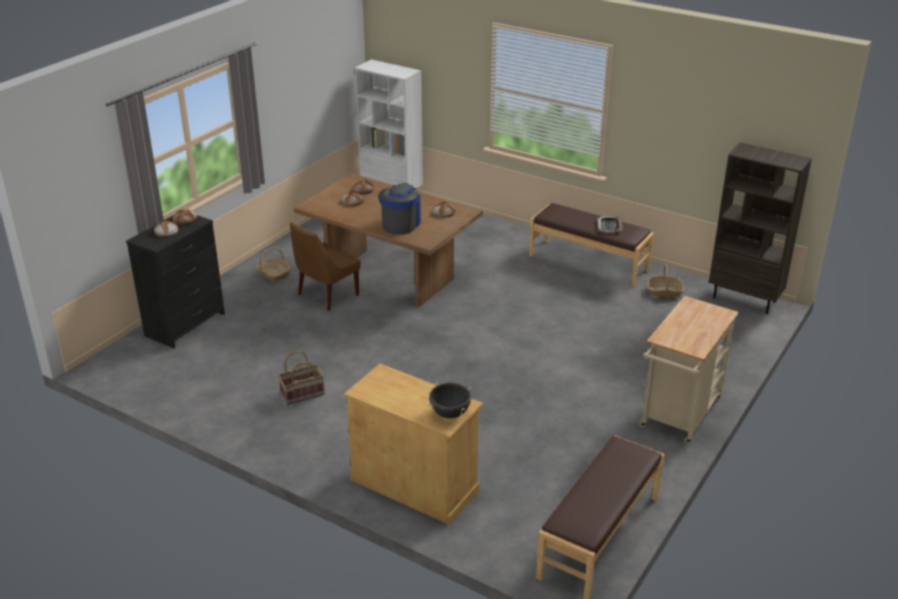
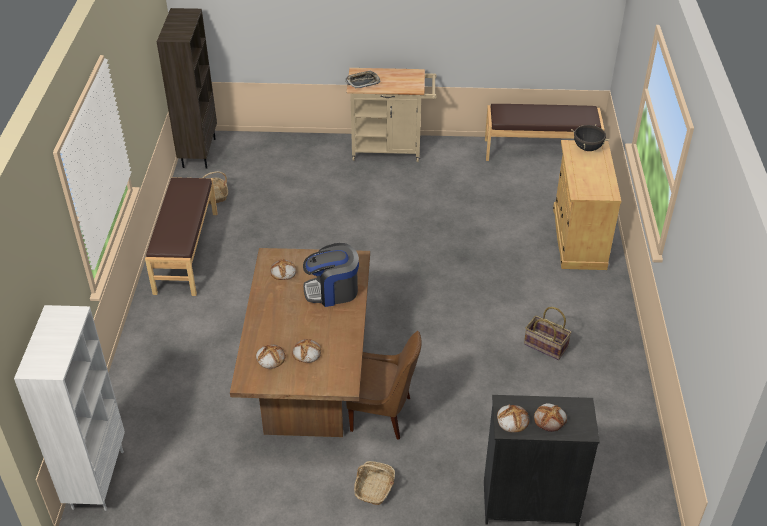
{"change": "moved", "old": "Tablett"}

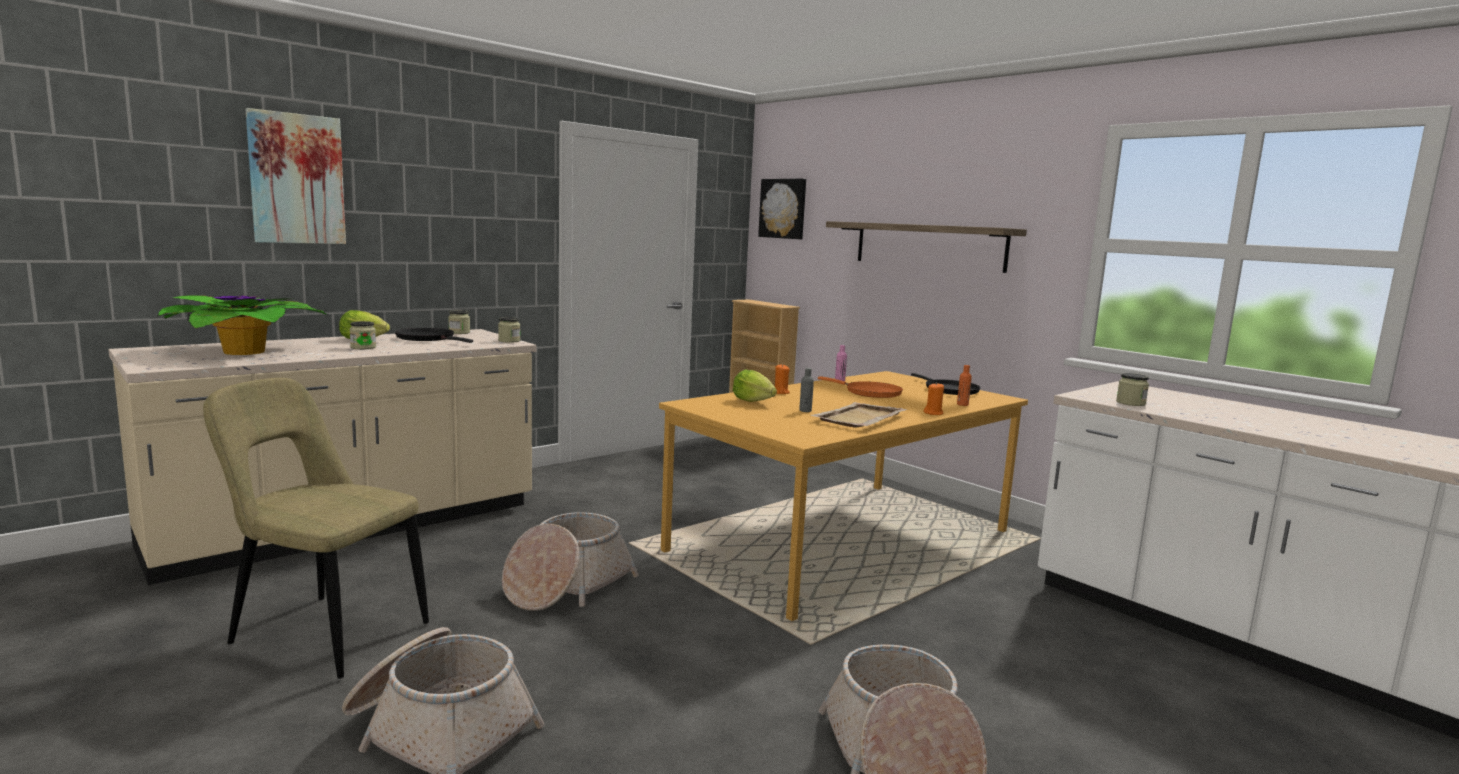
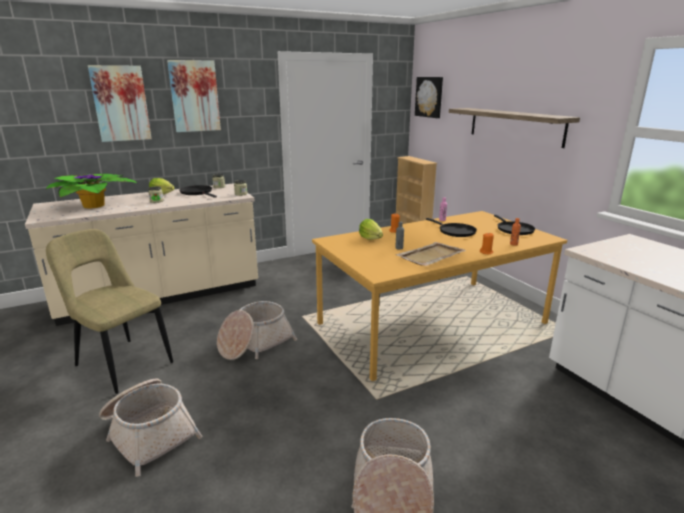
{"change": "removed", "old": "Vorratsglas (4th from left)"}
{"change": "recoloured", "old": "Pfanne/orange", "new": "Pfanne/schwarz (2nd from left)"}
{"change": "added", "new": "Bild (2nd from left)"}

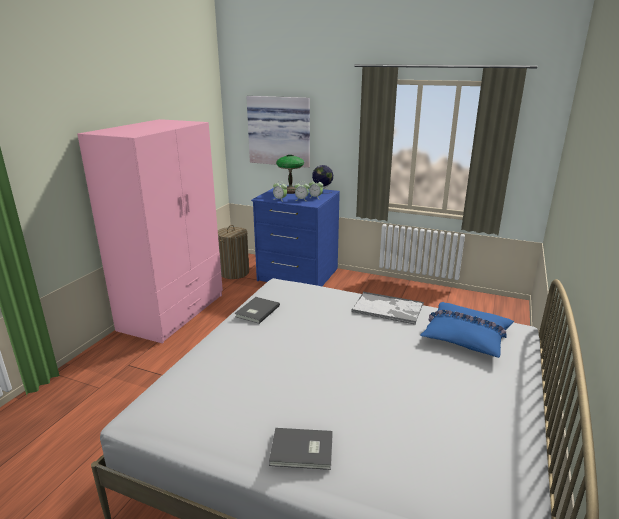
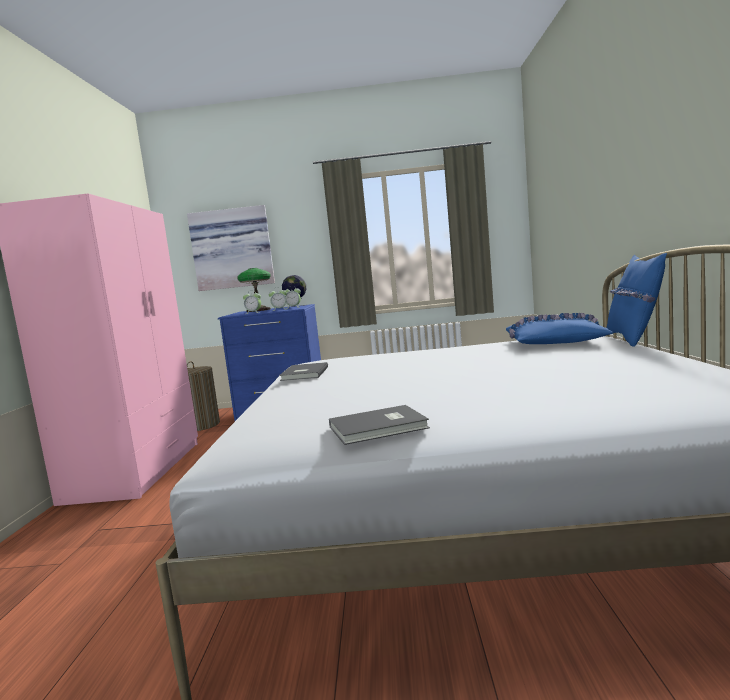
{"change": "removed", "old": "Tablett"}
{"change": "moved", "old": "Buch/grau (2nd from left)"}
{"change": "added", "new": "Kissen/blau (2nd from left)"}

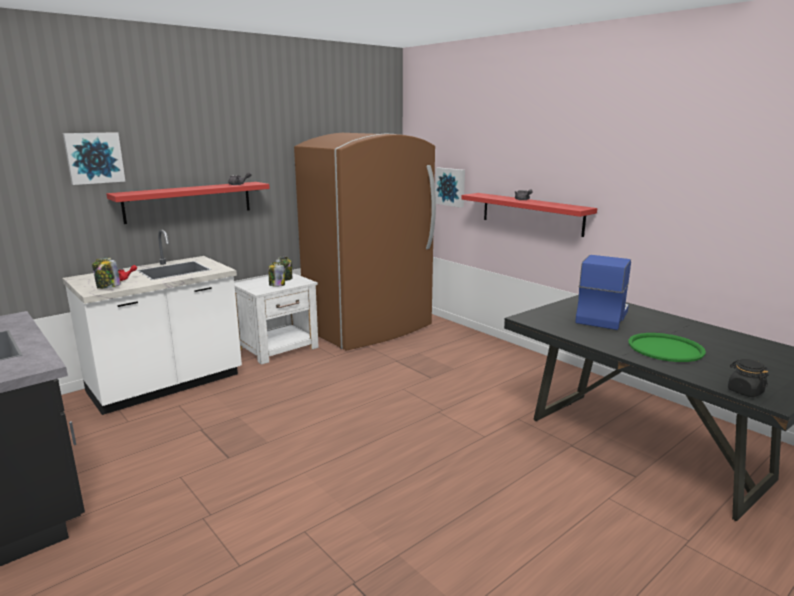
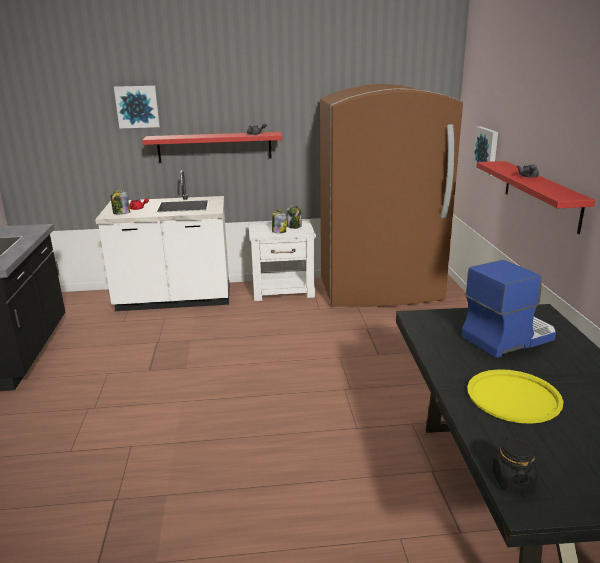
{"change": "recoloured", "old": "Tablett/grün", "new": "Tablett/gelb"}

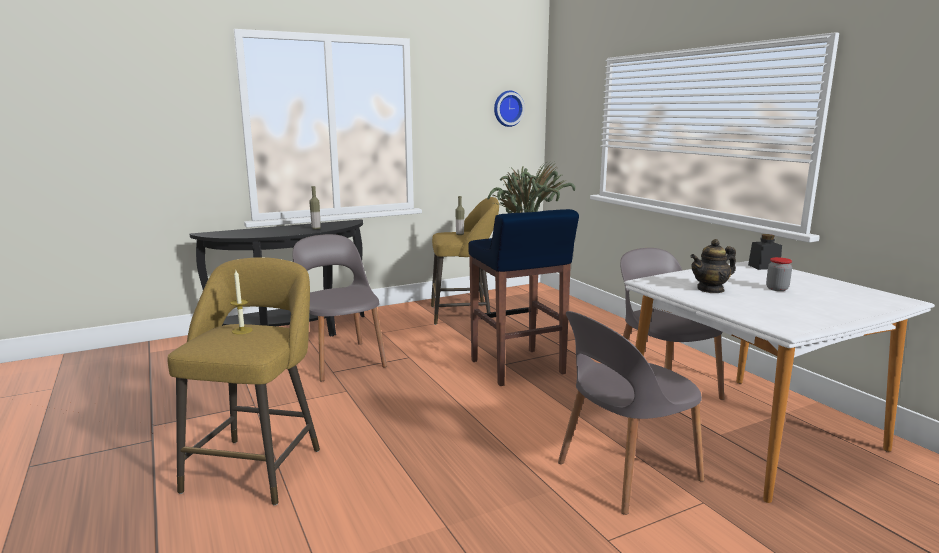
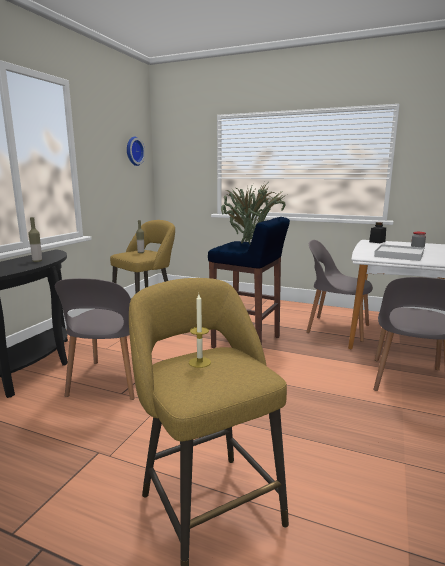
{"change": "turned", "old": "Stuhl/grau (1st from left)", "degrees": -105}
{"change": "replaced", "old": "Teekanne", "new": "Tablett/weiß"}

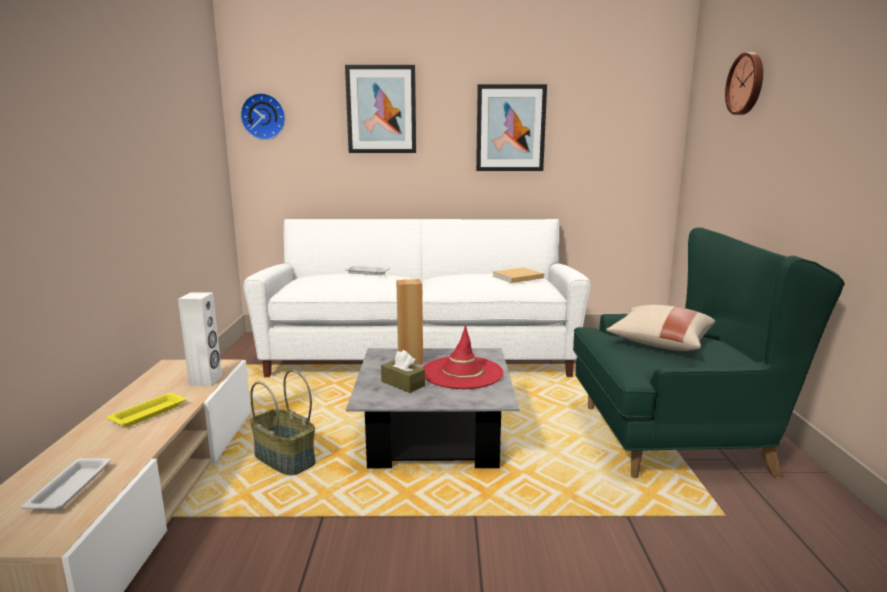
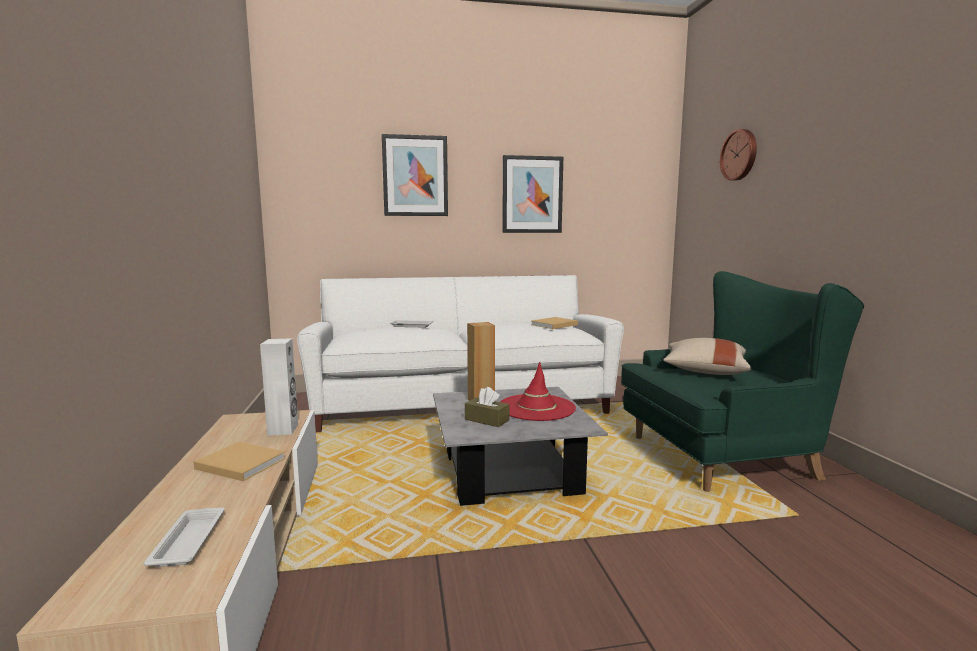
{"change": "removed", "old": "Wanduhr (1st from left)"}
{"change": "removed", "old": "Korb"}
{"change": "replaced", "old": "Tablett/gelb", "new": "Buch/beige (1st from left)"}

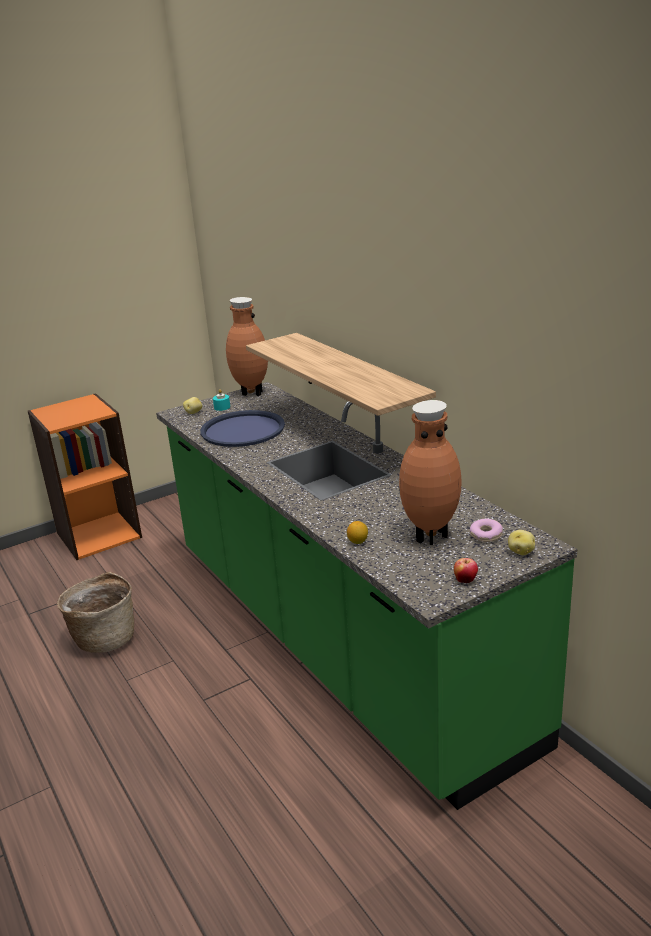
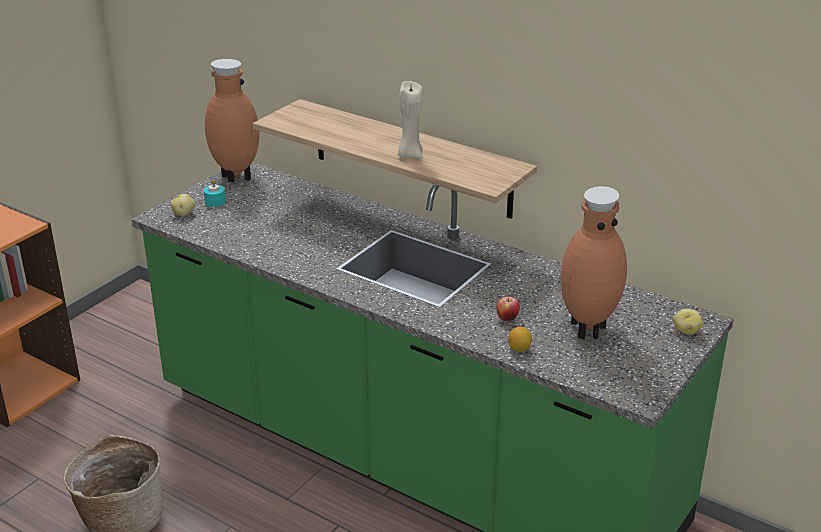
{"change": "removed", "old": "Tablett/blau"}
{"change": "removed", "old": "Donut"}
{"change": "moved", "old": "Apfel"}
{"change": "added", "new": "Kerze/beige"}

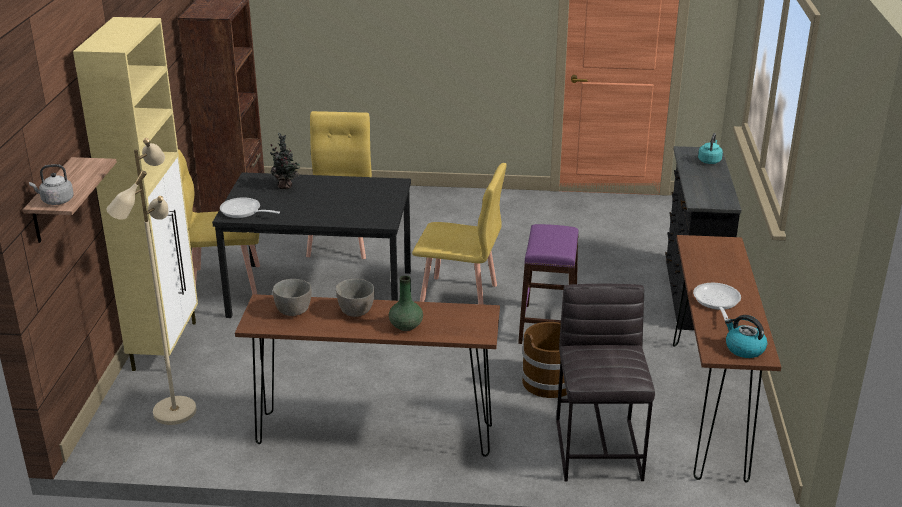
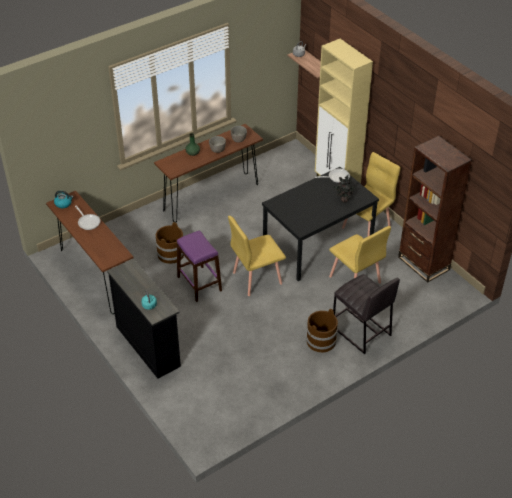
{"change": "removed", "old": "Stehlampe/beige"}
{"change": "moved", "old": "Hocker/grau"}
{"change": "added", "new": "Eimer/braun (2nd from left)"}

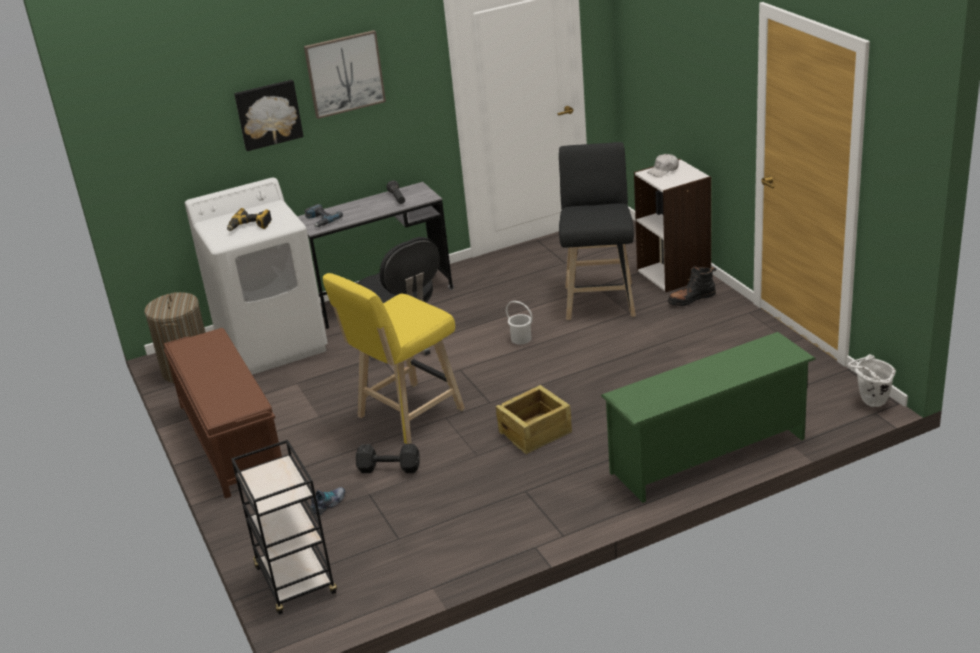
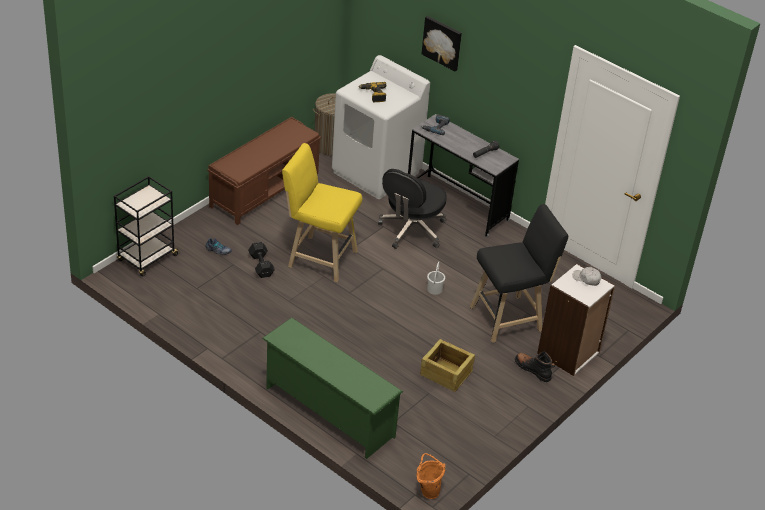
{"change": "removed", "old": "Bild (2nd from left)"}
{"change": "recoloured", "old": "Eimer/weiß (2nd from left)", "new": "Eimer/orange"}
{"change": "moved", "old": "Kiste"}

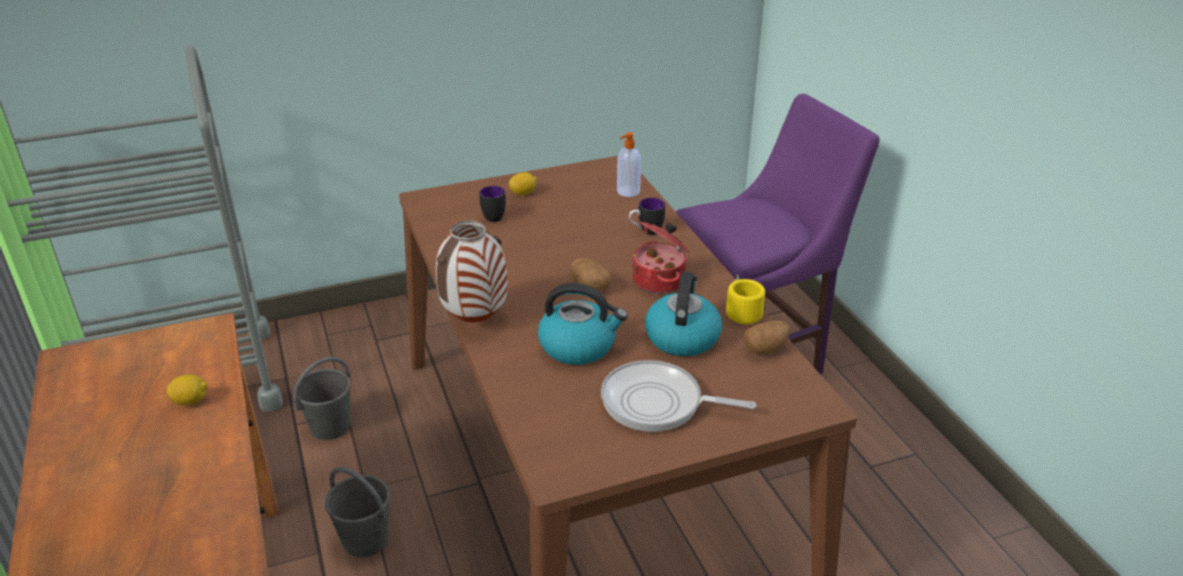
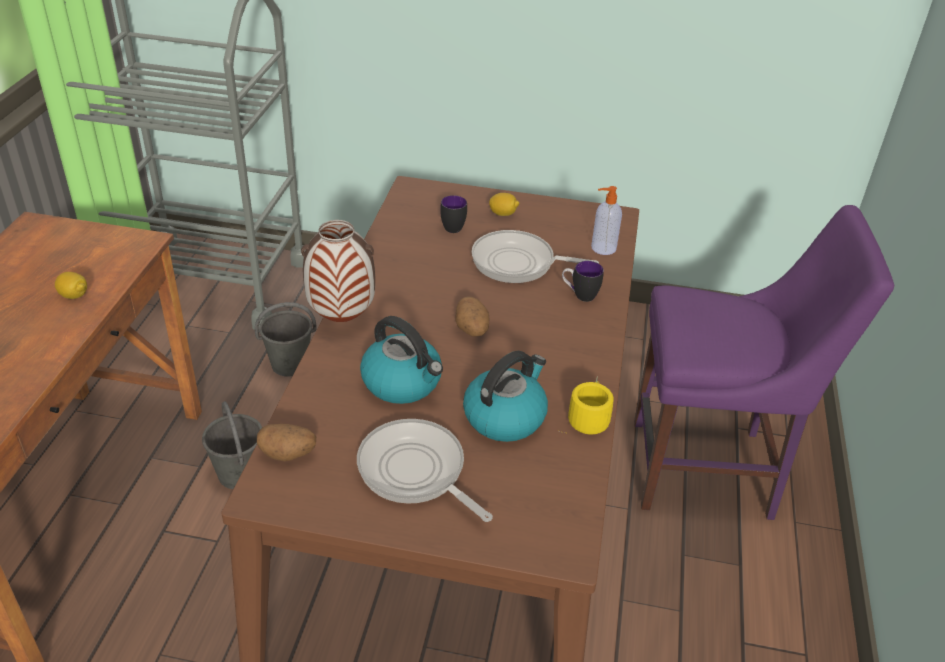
{"change": "removed", "old": "Kochtopf"}
{"change": "moved", "old": "Kartoffel (2nd from left in the first image)", "new": "Kartoffel (1st from left)"}
{"change": "added", "new": "Pfanne (2nd from left)"}

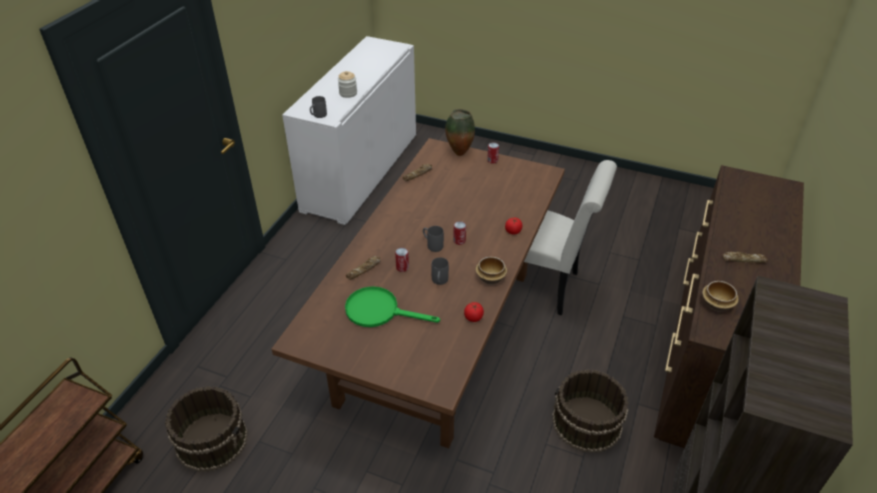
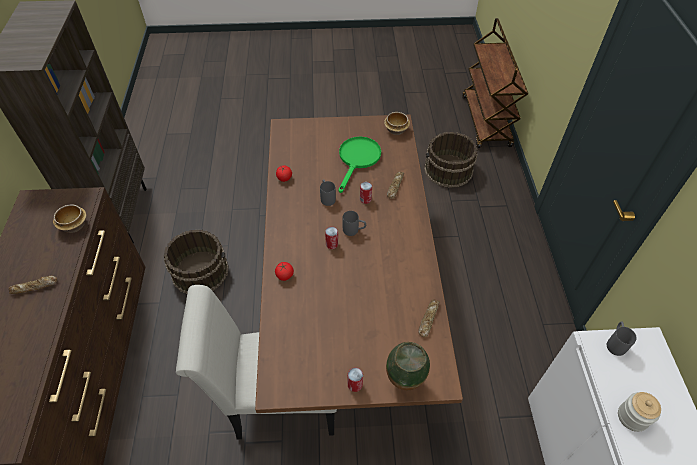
{"change": "moved", "old": "Schüssel (1st from left in the first image)", "new": "Schüssel (2nd from left)"}
{"change": "turned", "old": "Pfanne/grün", "degrees": -60}

